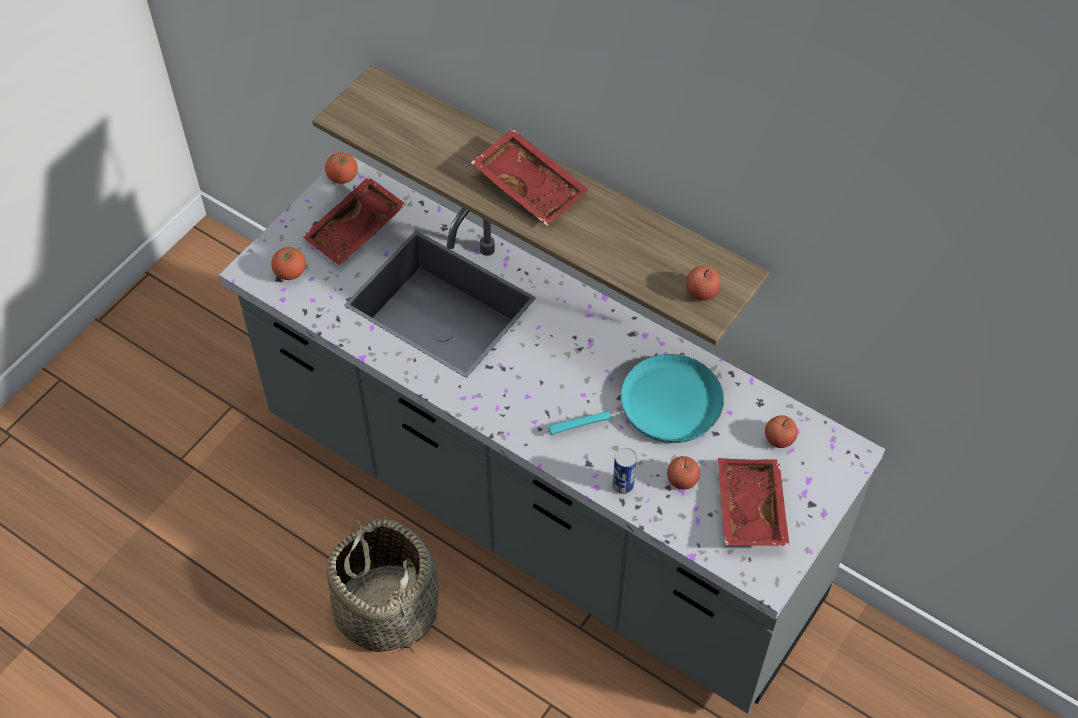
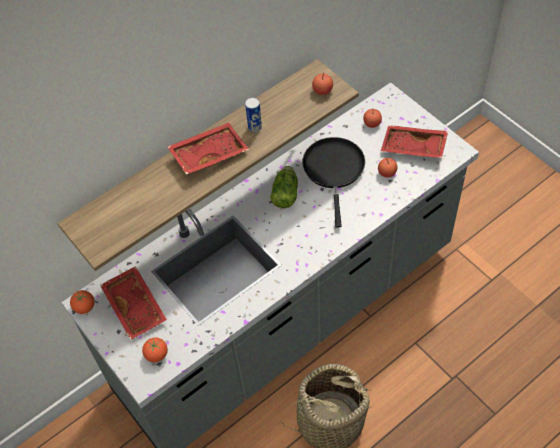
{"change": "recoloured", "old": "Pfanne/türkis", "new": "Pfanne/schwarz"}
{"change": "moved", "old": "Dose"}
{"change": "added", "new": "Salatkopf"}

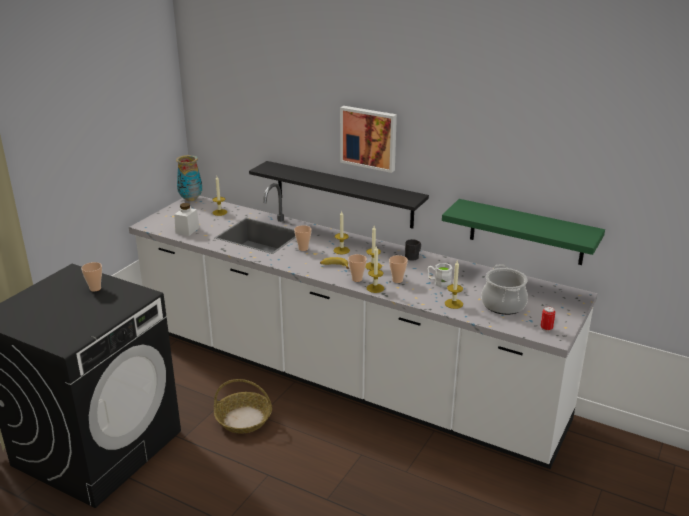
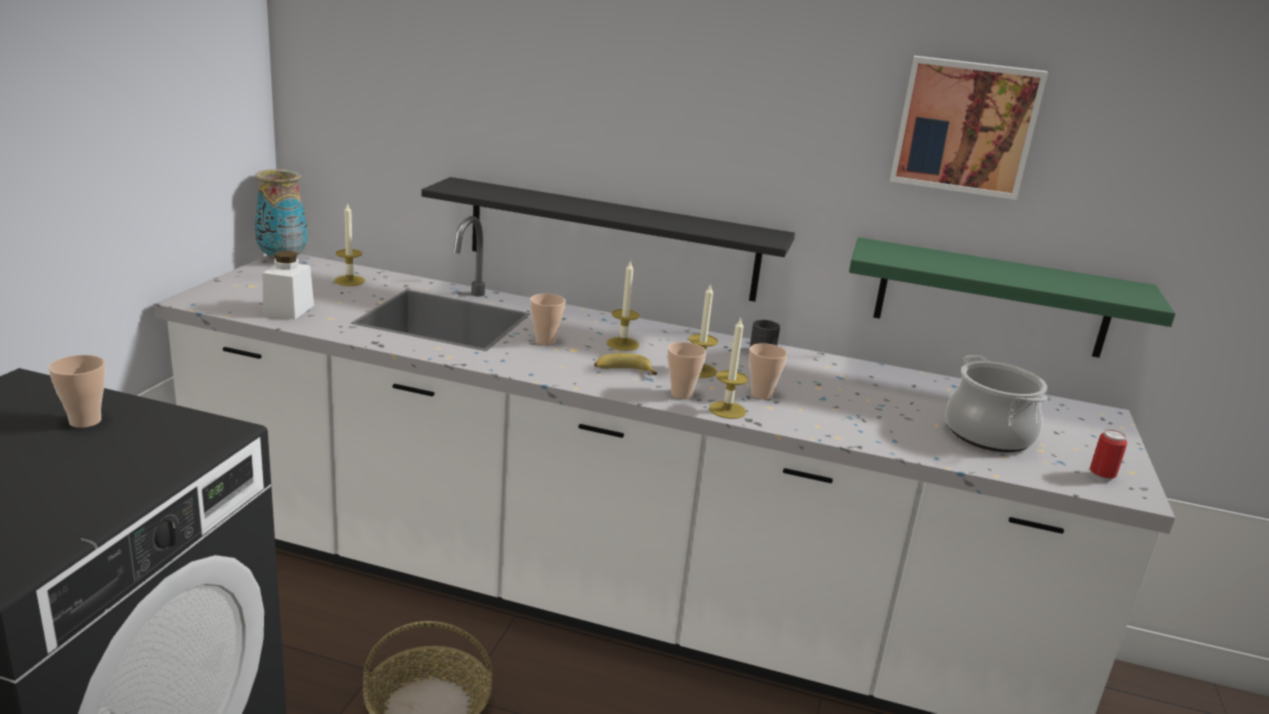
{"change": "moved", "old": "Bild"}
{"change": "removed", "old": "Kerze (5th from left)"}
{"change": "removed", "old": "Henkelbecher/weiß"}

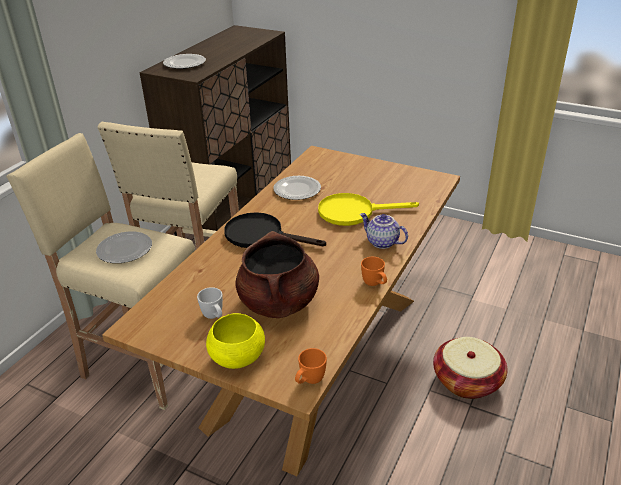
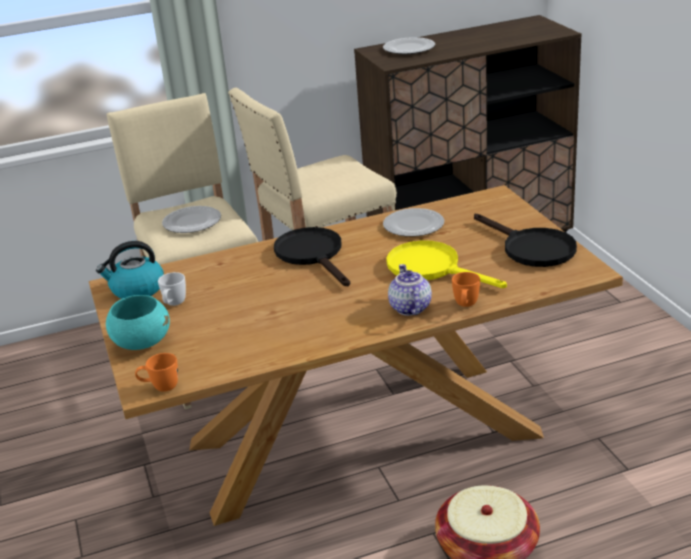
{"change": "removed", "old": "Kochtopf/braun"}
{"change": "moved", "old": "Henkelbecher/orange (2nd from left)"}
{"change": "recoloured", "old": "Schüssel/gelb", "new": "Schüssel/türkis"}
{"change": "added", "new": "Pfanne/schwarz (2nd from left)"}
{"change": "added", "new": "Wasserkessel"}

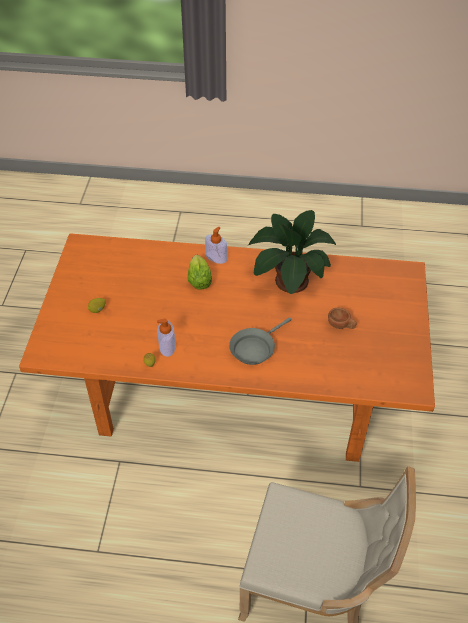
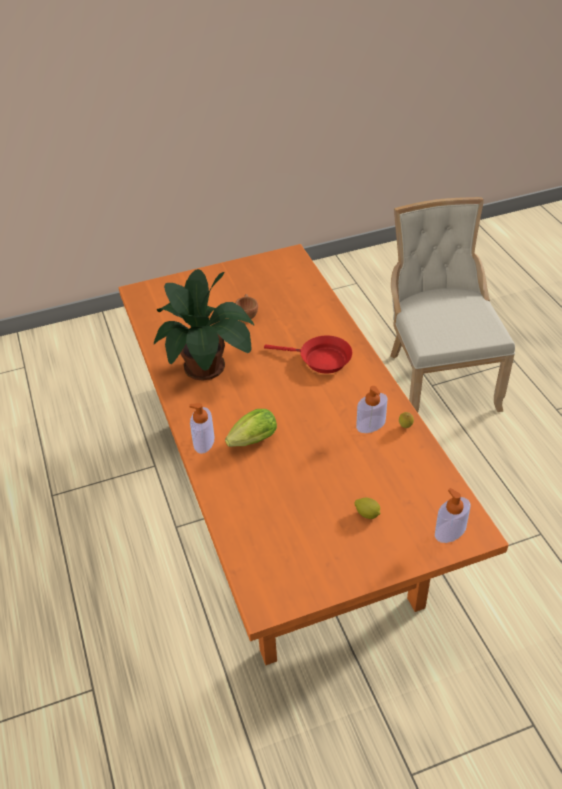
{"change": "recoloured", "old": "Pfanne/grau", "new": "Pfanne/rot"}
{"change": "added", "new": "Seifenspender (3rd from left)"}

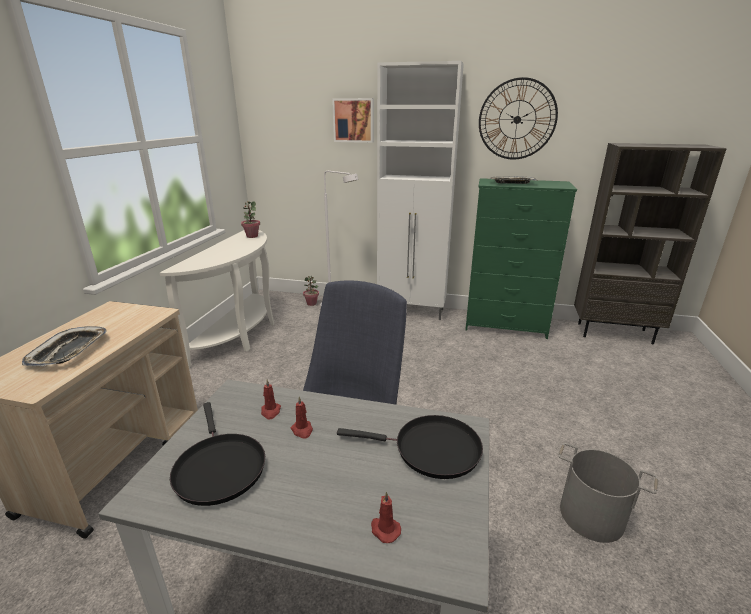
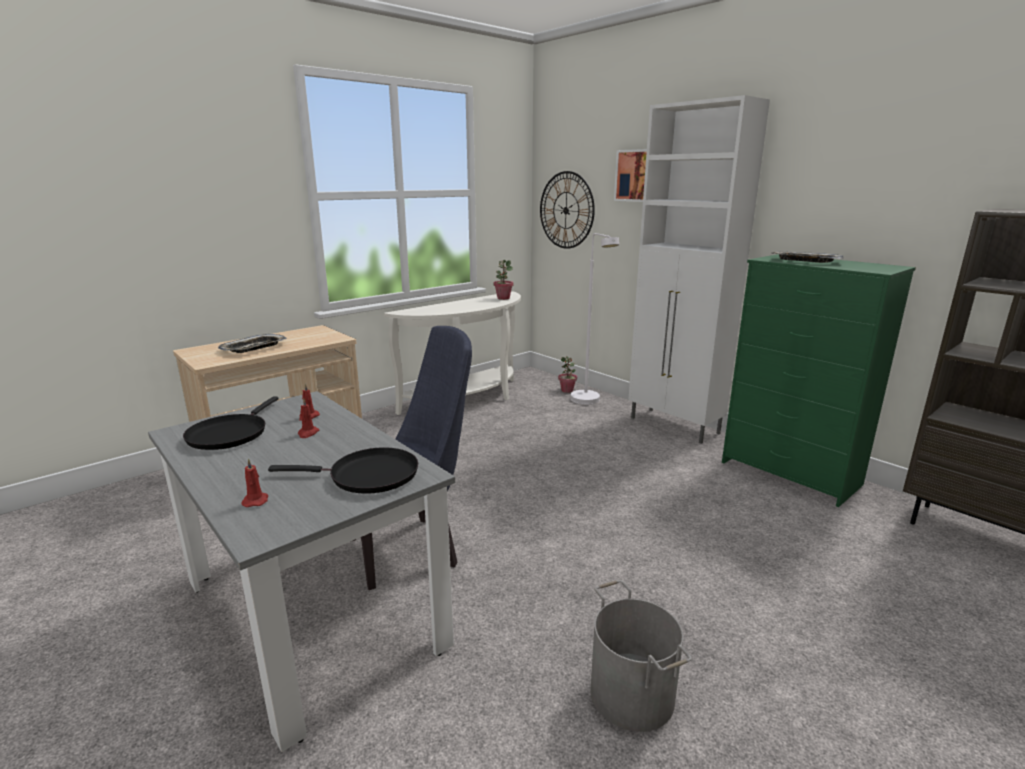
{"change": "moved", "old": "Wanduhr"}
{"change": "turned", "old": "Pfanne/schwarz (2nd from left)", "degrees": -45}

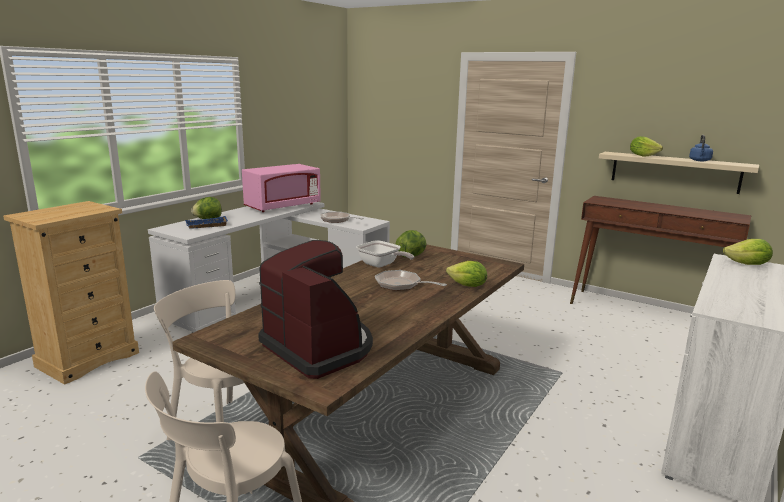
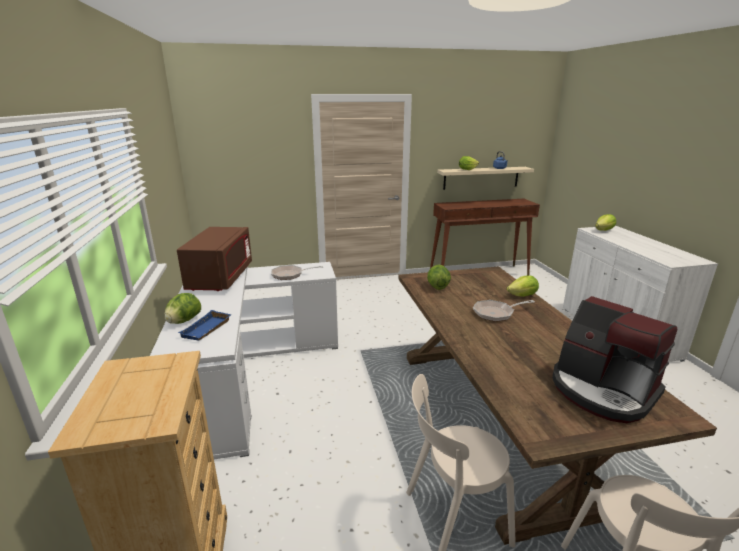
{"change": "recoloured", "old": "Mikrowelle/rosa", "new": "Mikrowelle/braun"}
{"change": "turned", "old": "Kaffeemaschine", "degrees": -135}
{"change": "removed", "old": "Pfanne (2nd from left)"}

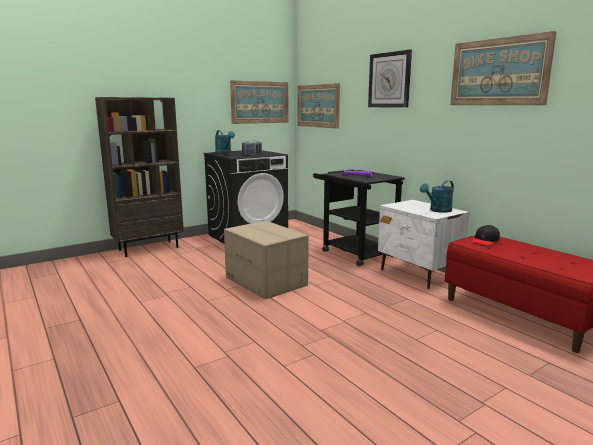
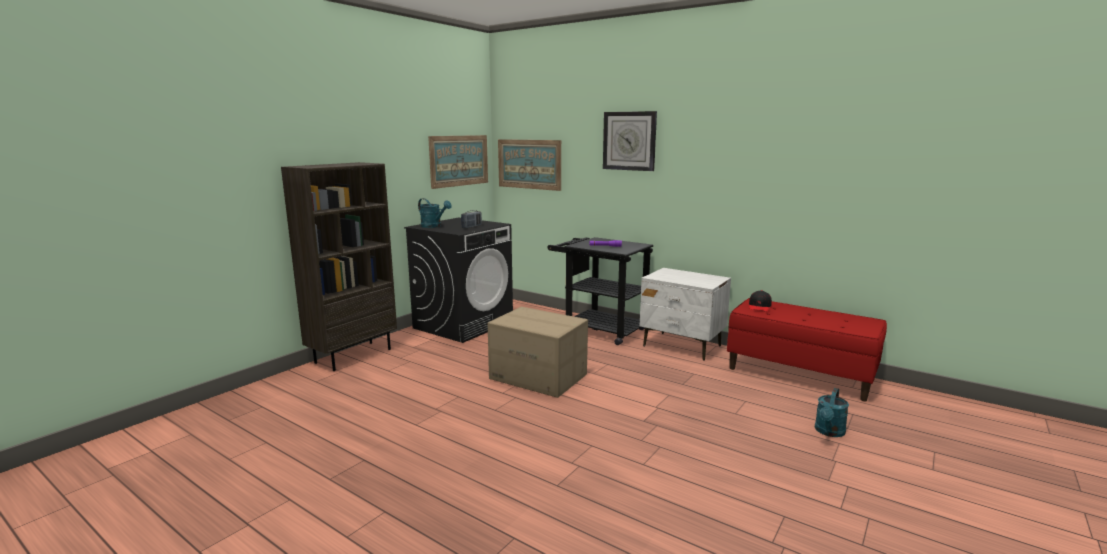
{"change": "removed", "old": "Bild (3rd from left)"}
{"change": "moved", "old": "Gießkanne/türkis (2nd from left)"}

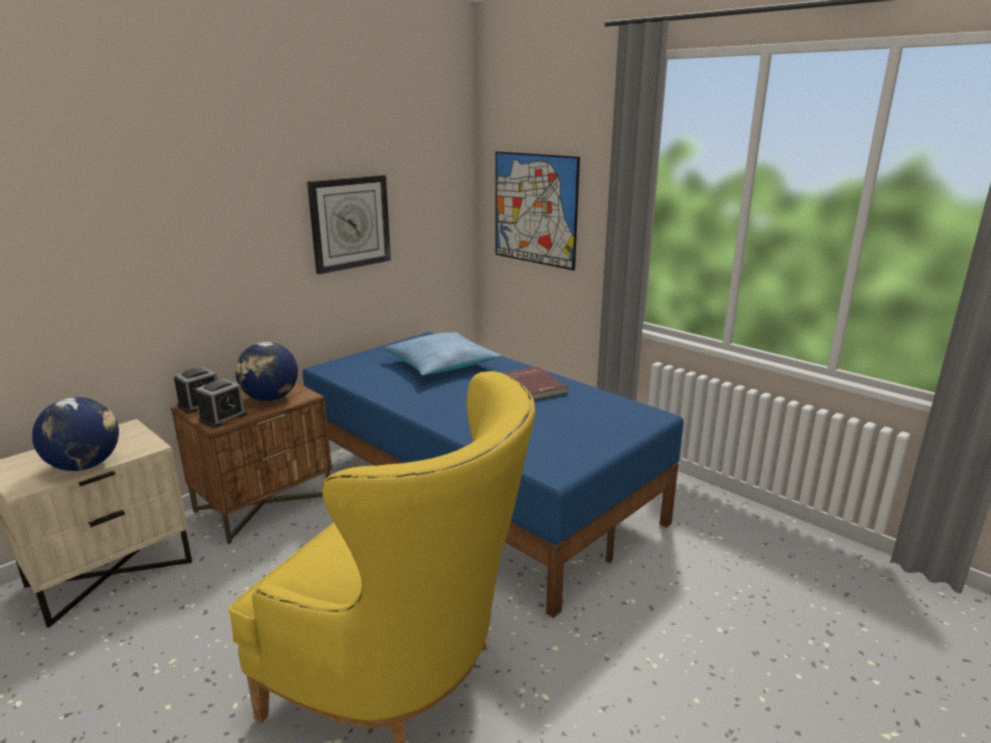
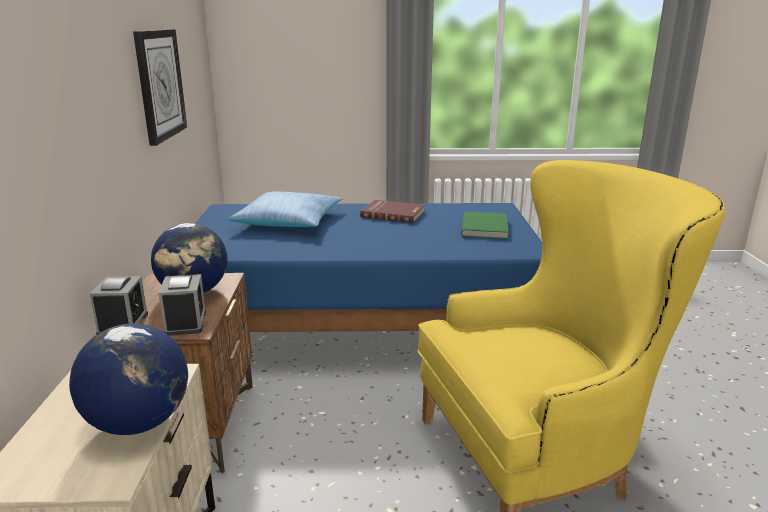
{"change": "removed", "old": "Bild"}
{"change": "added", "new": "Buch/grün"}

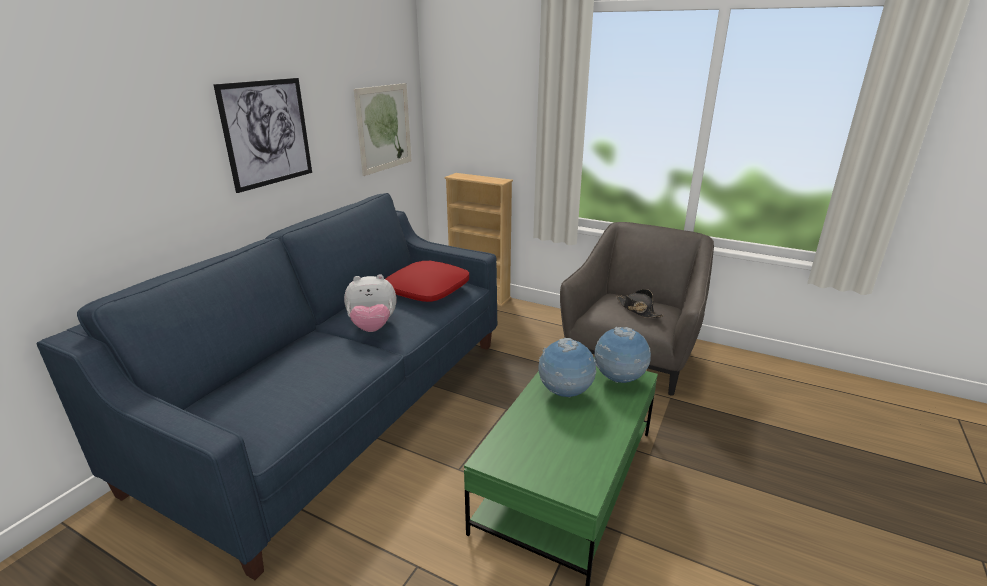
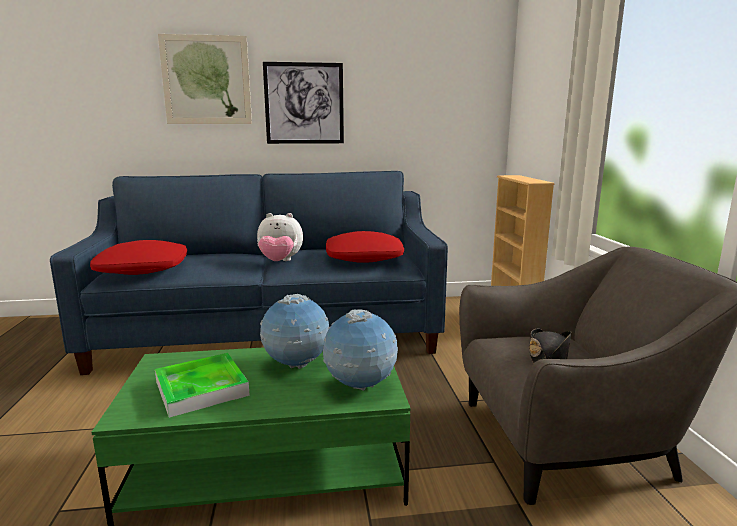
{"change": "moved", "old": "Bild (2nd from left in the first image)", "new": "Bild (1st from left)"}
{"change": "turned", "old": "Plüschtier", "degrees": -45}
{"change": "added", "new": "Kissen/rot (1st from left)"}
{"change": "added", "new": "Tablett"}

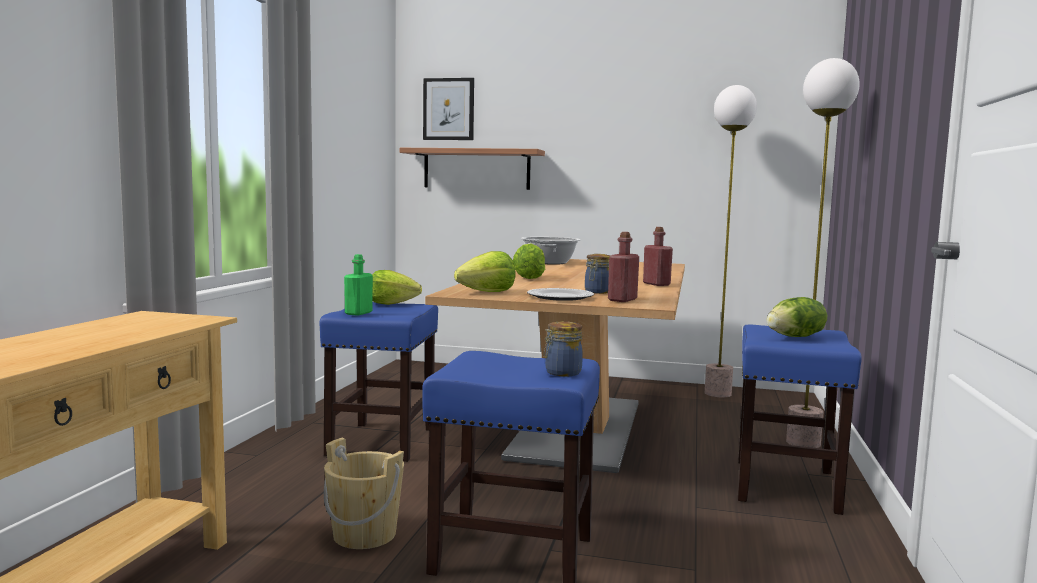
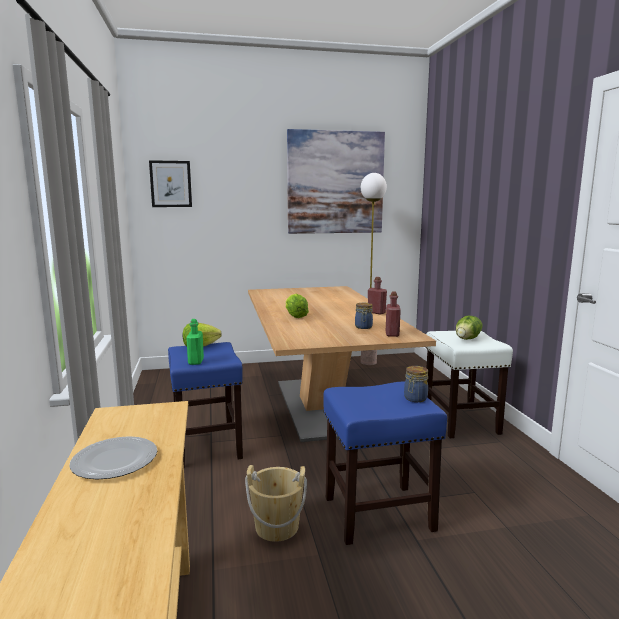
{"change": "removed", "old": "Stehlampe (2nd from left)"}
{"change": "removed", "old": "Wandregal"}
{"change": "removed", "old": "Kochtopf"}
{"change": "removed", "old": "Salatkopf (2nd from left)"}
{"change": "moved", "old": "Teller"}
{"change": "recoloured", "old": "Hocker/blau (3rd from left)", "new": "Hocker/weiß"}
{"change": "added", "new": "Bild (2nd from left)"}

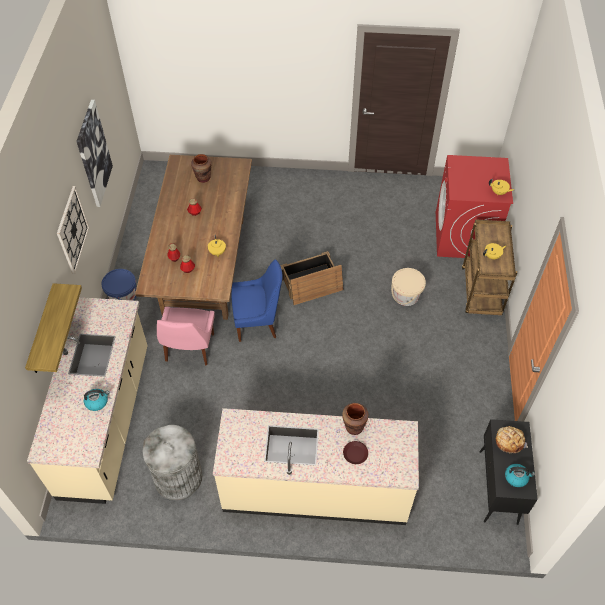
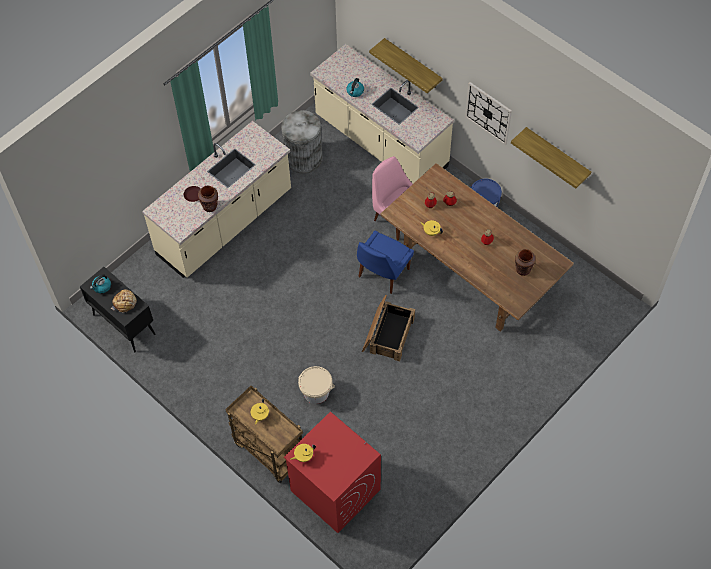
{"change": "replaced", "old": "Bild", "new": "Wandregal (2nd from left)"}

